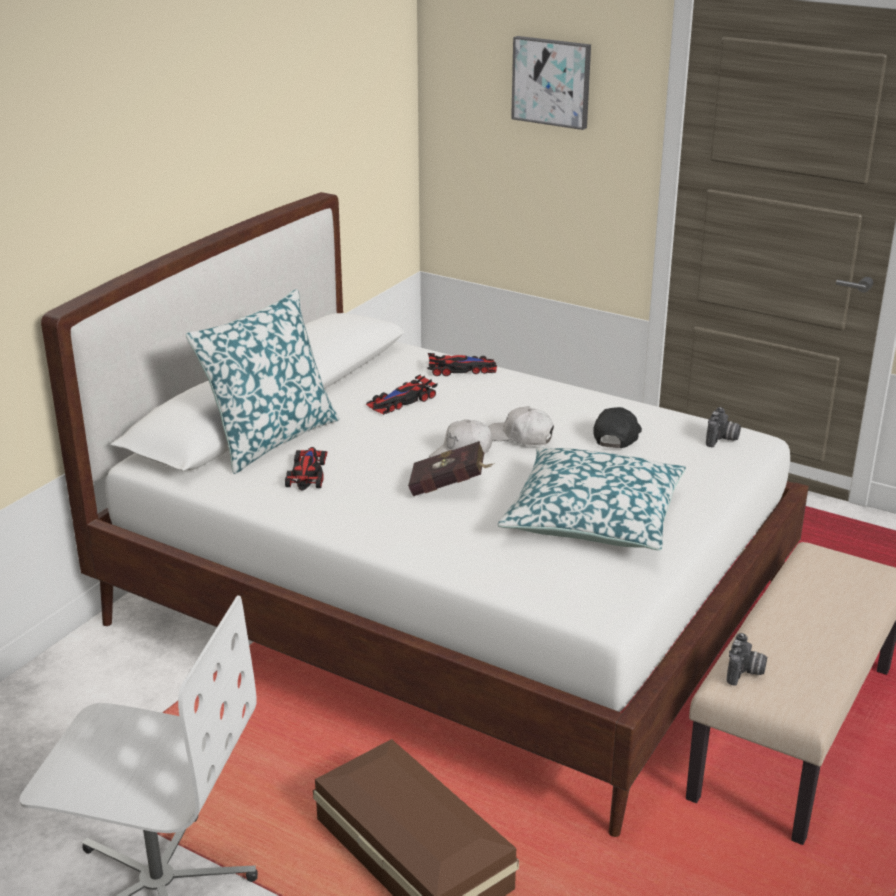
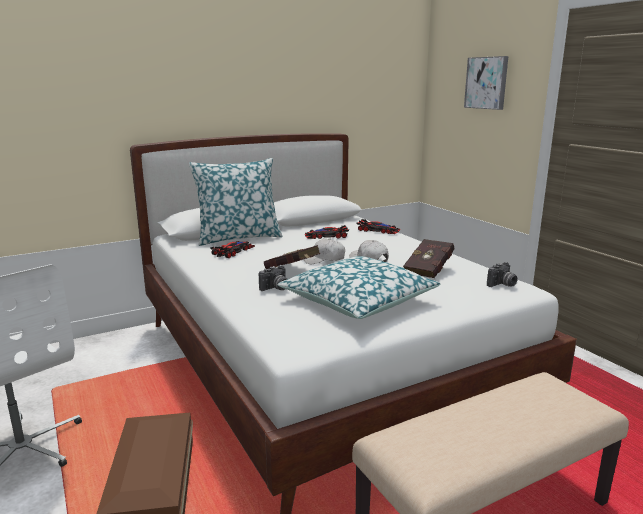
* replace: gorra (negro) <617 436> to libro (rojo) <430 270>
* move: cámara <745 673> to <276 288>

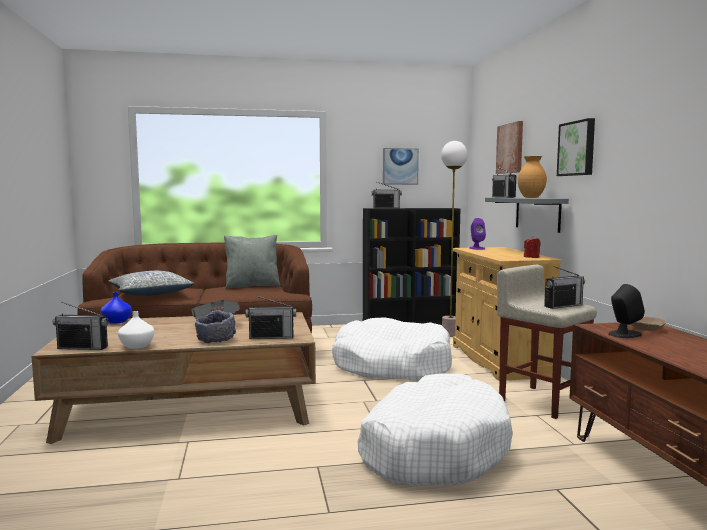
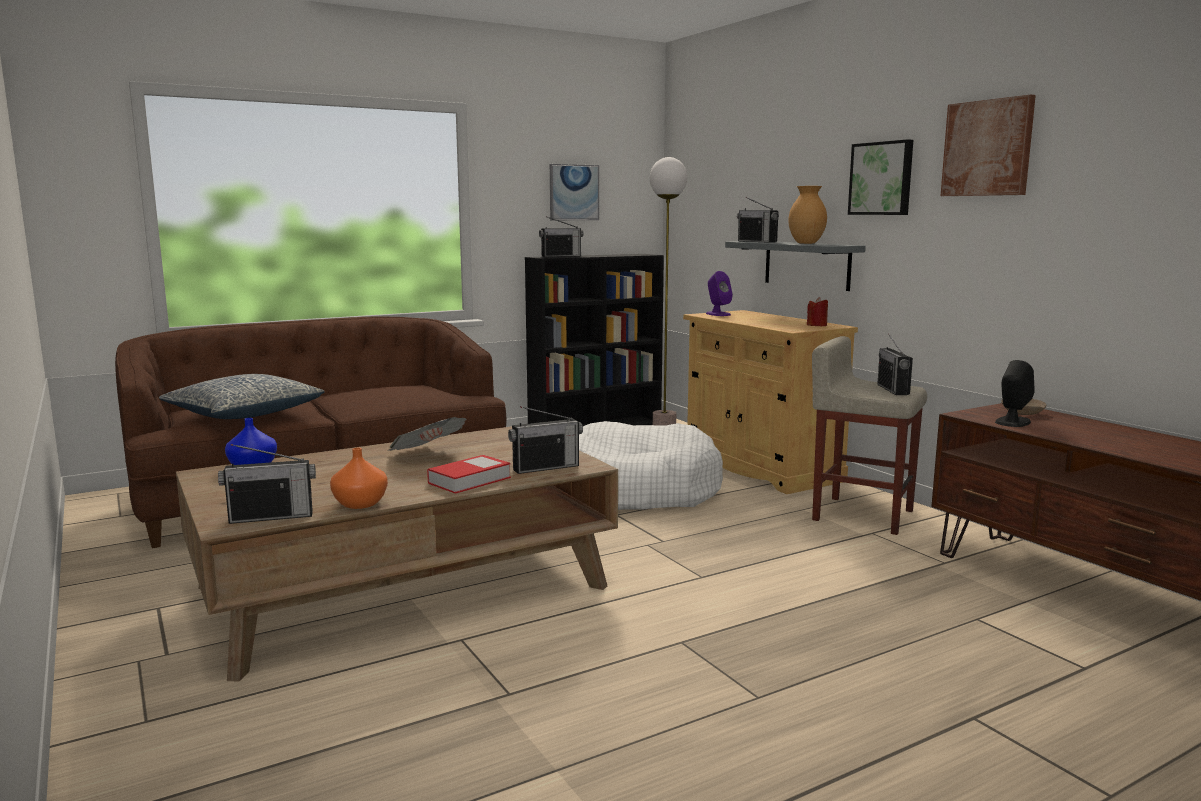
* recolor: florero (blanco) <137 346> to florero (naranja) <361 504>
* replace: cuenco (gris) <216 340> to libro <469 480>
* delete: cojín (gris) <252 286>
* delete: cama para perro (blanco) <433 449>
* move: cuadro <510 148> to <988 148>
* rotate: radio <563 306> = <893 389> 135 degrees clockwise

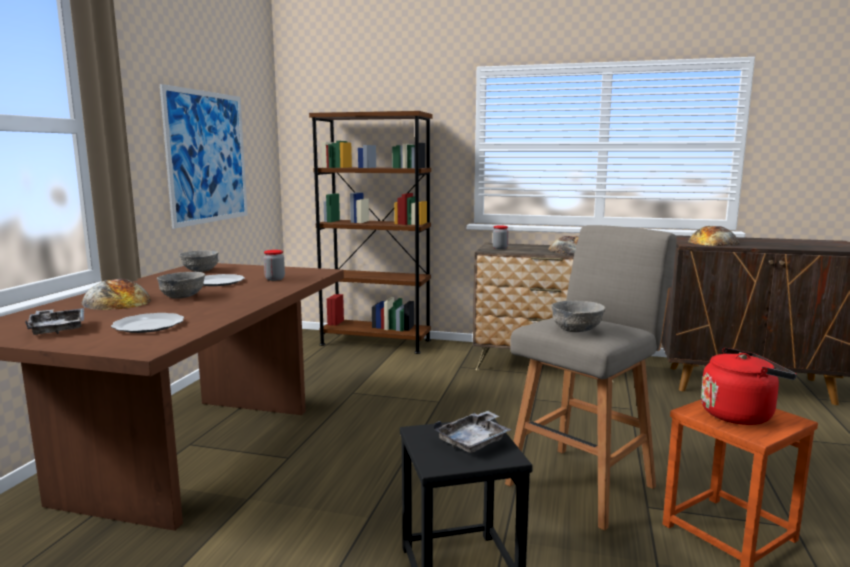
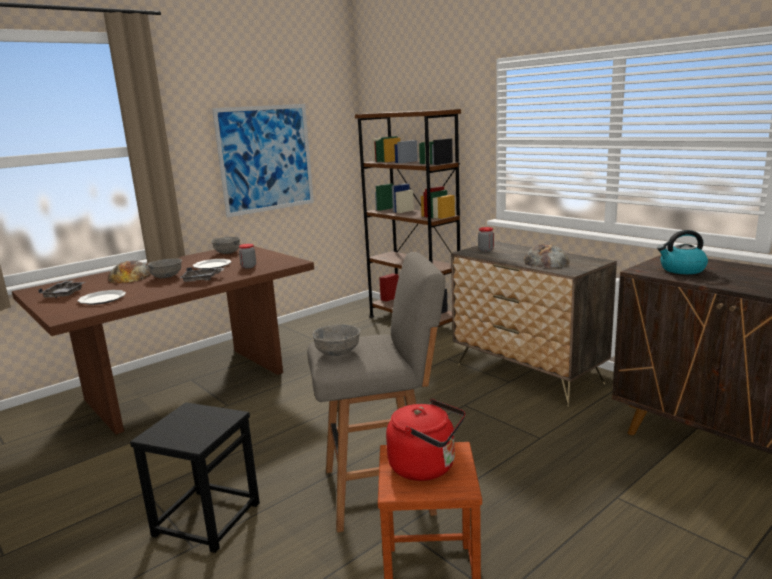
* move: bandeja (gris) <474 441> to <201 280>
* replace: pan <713 242> to hervidor <681 270>

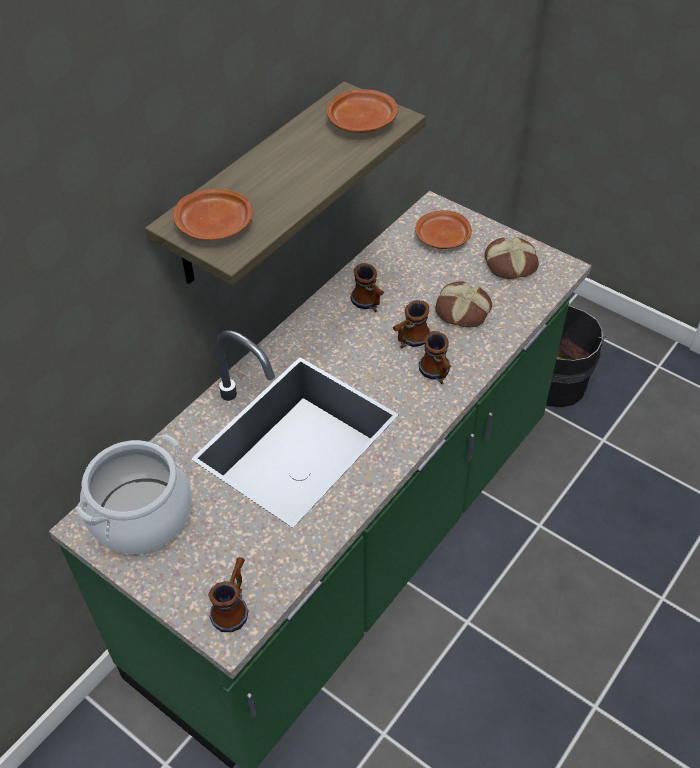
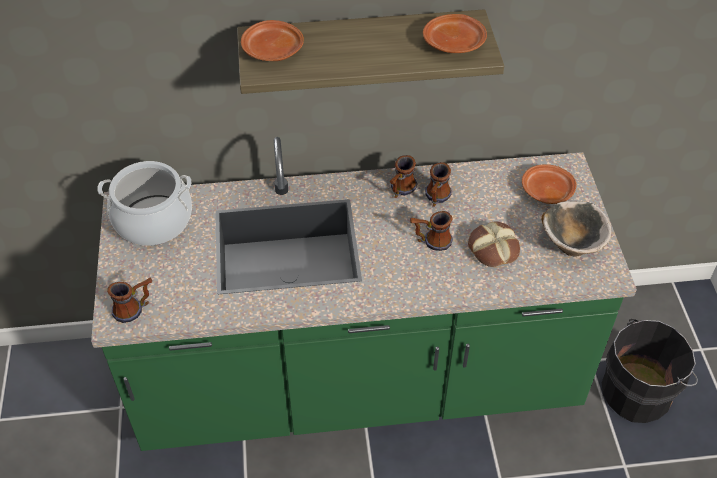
* move: taza grande <437 374> to <400 191>
* replace: pan <510 264> to cuenco <572 244>

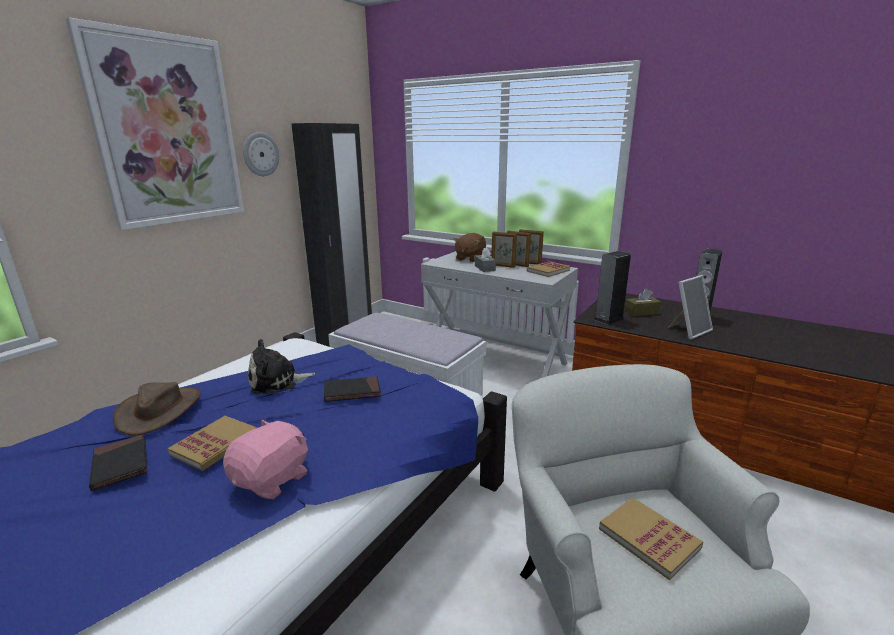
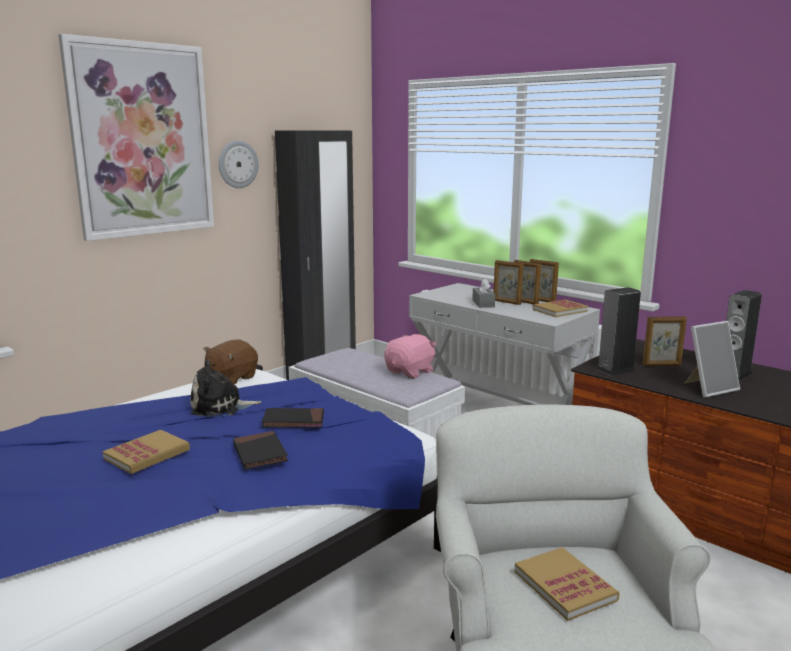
* move: libro (negro) <120 464> to <260 453>
* delete: sombrero (marrón) <159 410>
* move: peluche (rosa) <272 479> to <410 372>
* move: peluche (marrón) <470 258> to <231 378>
* replace: caja de pañuelos (marrón) <641 312> to portarretratos <662 365>

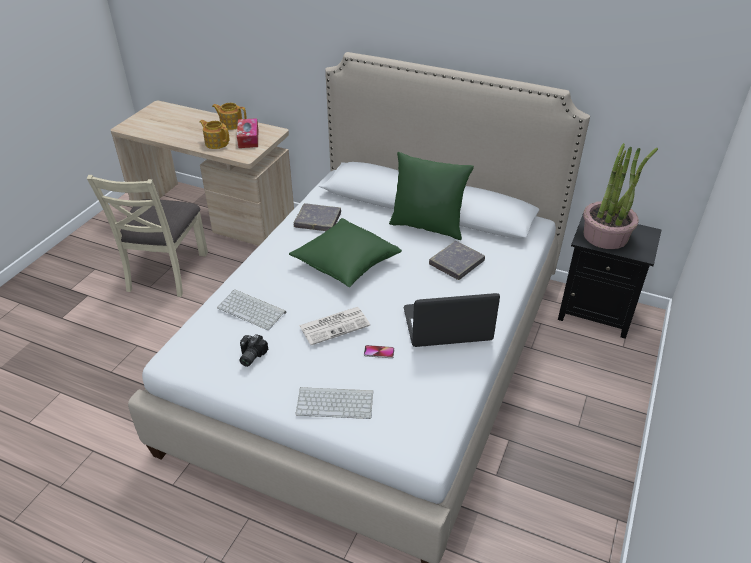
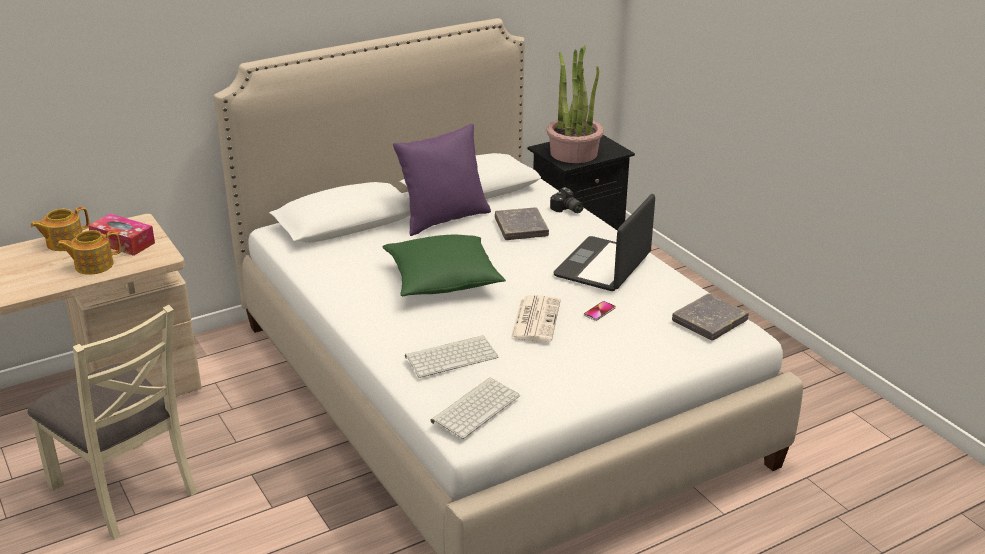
* move: cámara <250 356> to <567 210>
* move: libro (gris) <318 220> to <709 321>
* move: teclado <336 402> to <475 407>
* recolor: cojín (verde) <427 226> to cojín (morado) <443 219>

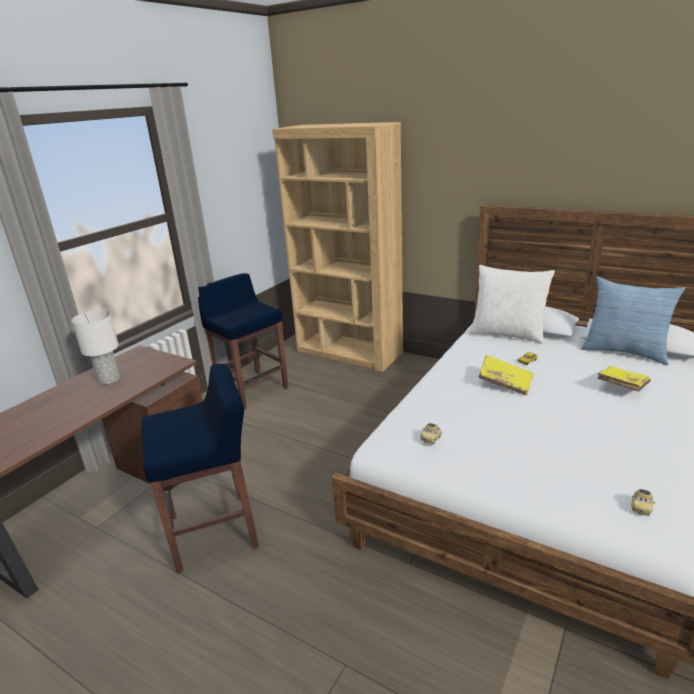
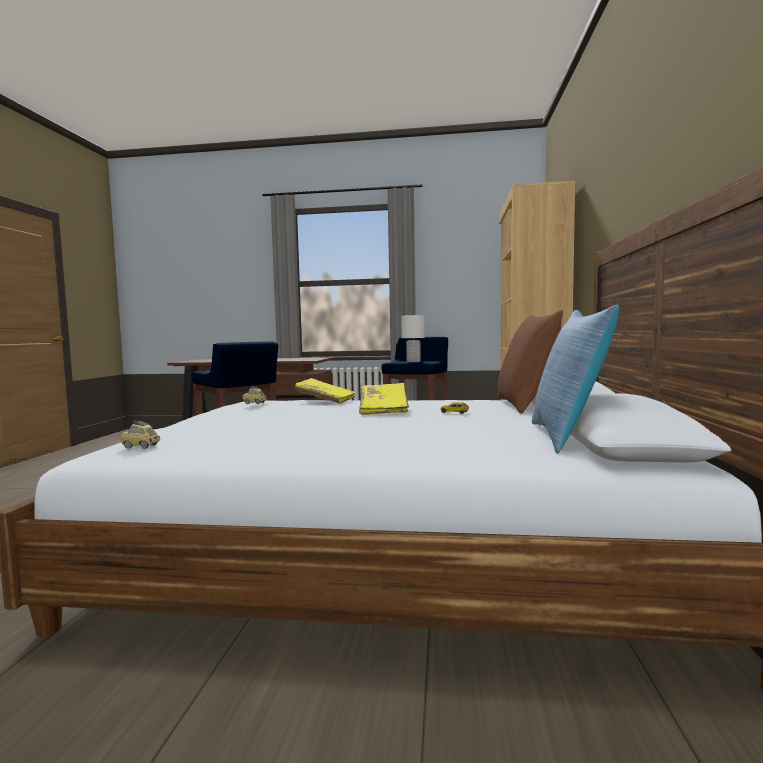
* move: lámpara de mesa (blanco) <109 380> to <413 362>
* recolor: cojín (blanco) <507 334> to cojín (marrón) <526 405>
* move: libro (amarillo) <621 386> to <325 400>

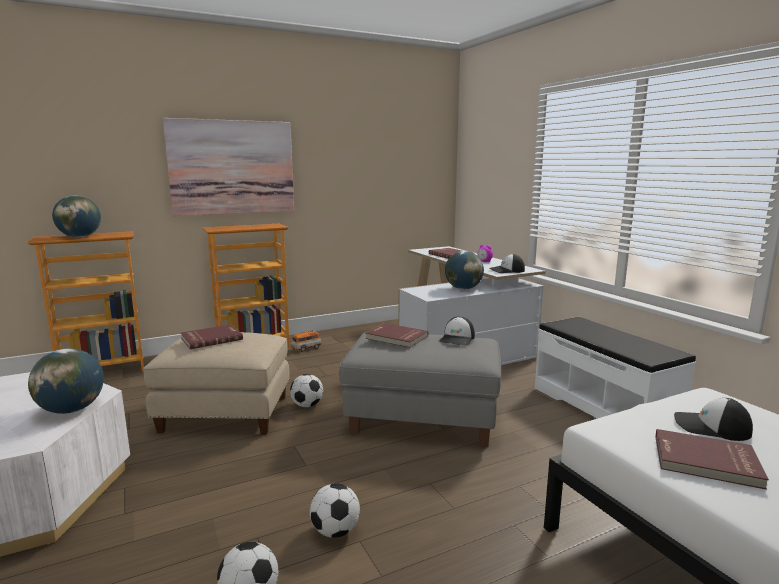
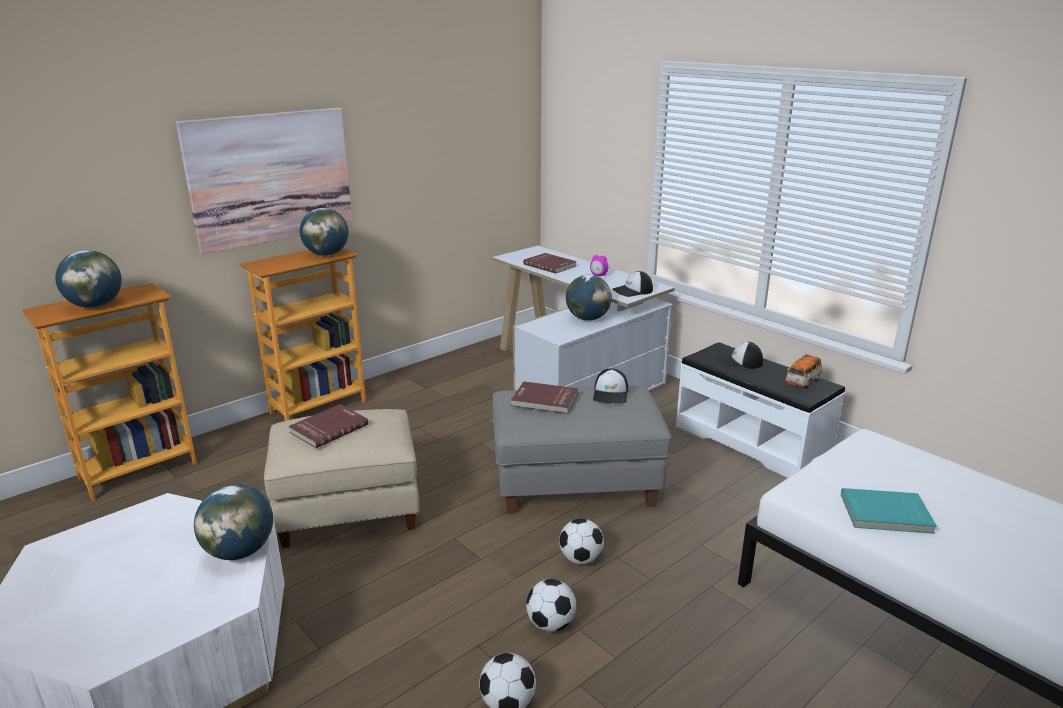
* move: balón de fútbol <307 405> to <581 559>
* move: coche de juguete <306 348> to <802 382>
* recolor: libro (rojo) <706 462> to libro (turquesa) <886 514>
* move: gorra <711 427> to <739 362>
* insert: globo terráqueo <326 254>

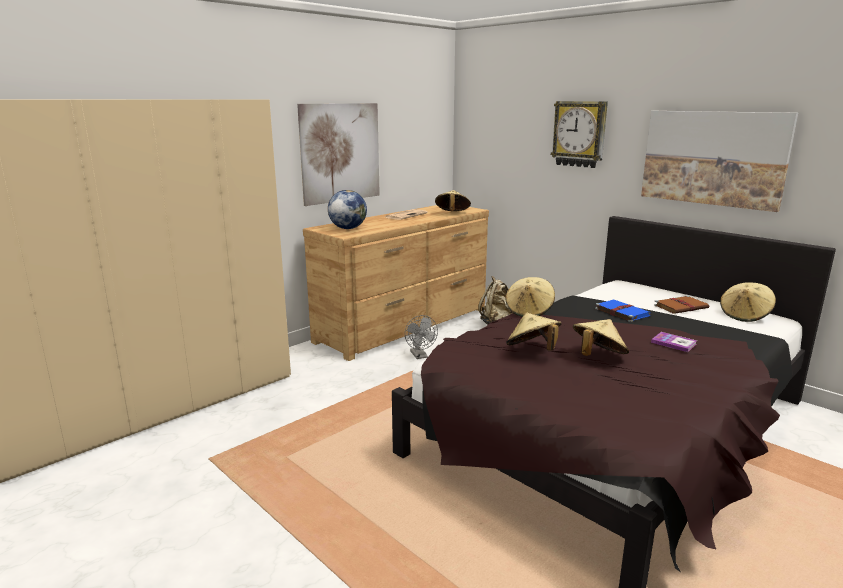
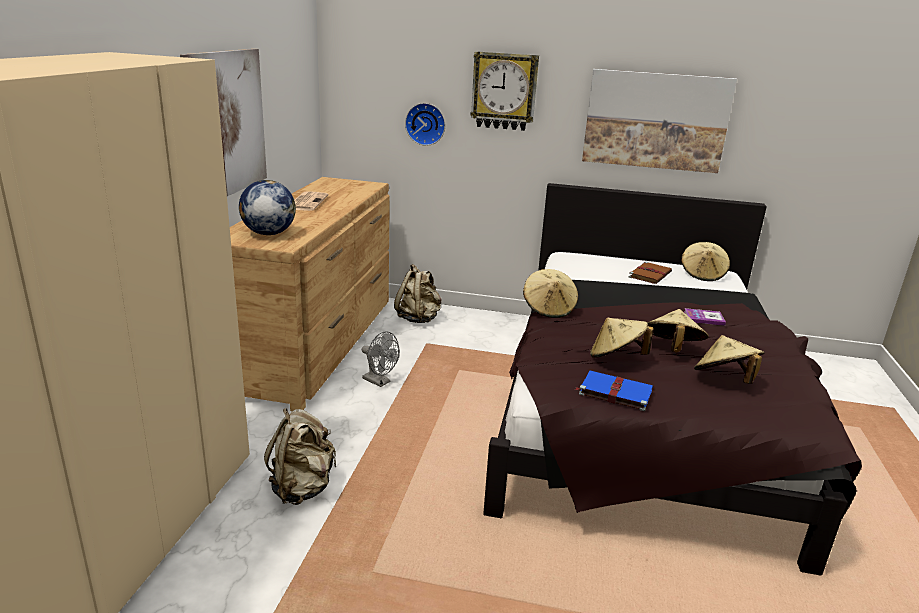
* move: sombrero (beis) <452 213> to <724 379>
* move: libro (azul) <621 312> to <614 392>
* insert: mochila (beis) <302 488>
* insert: reloj de pared <426 123>

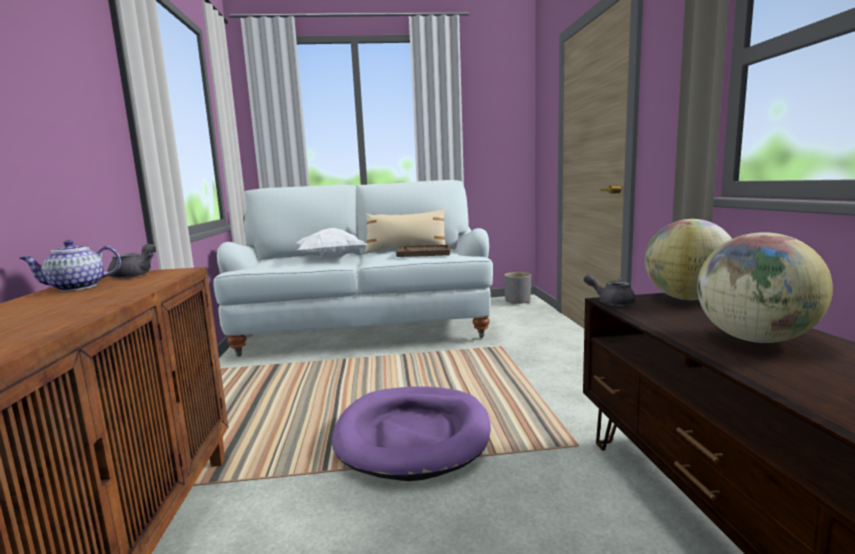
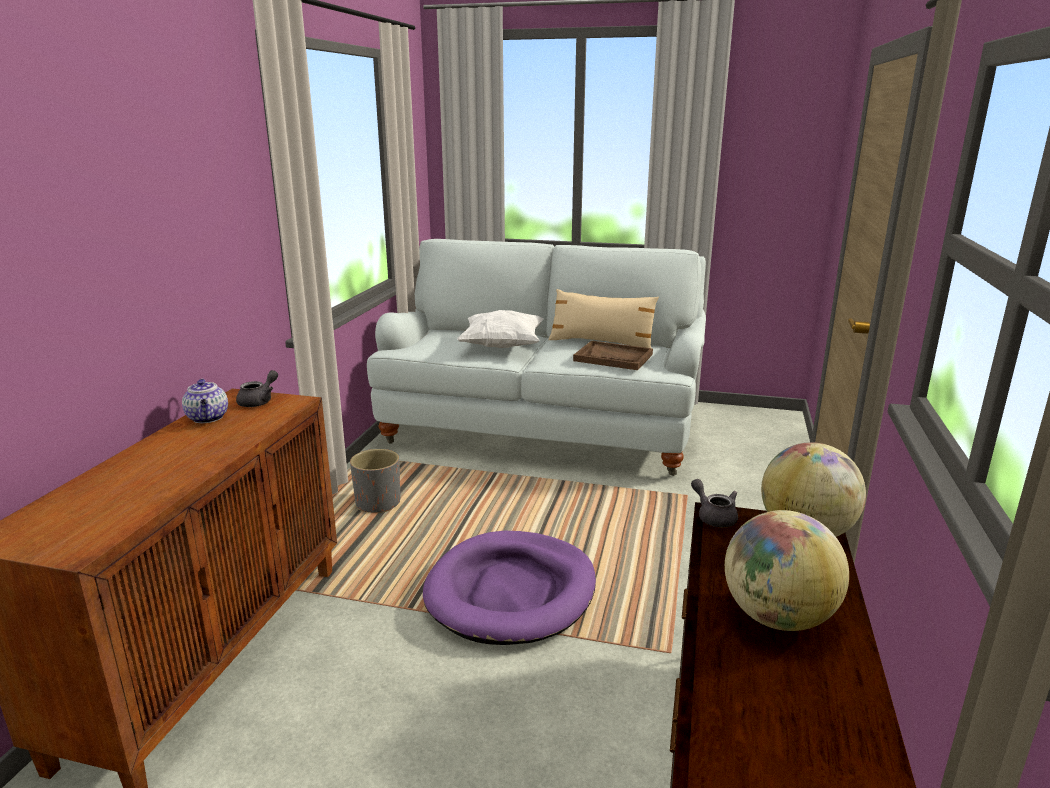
* rotate: tetera <76 287> = <208 418> 105 degrees counterclockwise
* move: maceta (gris) <517 301> to <378 503>

